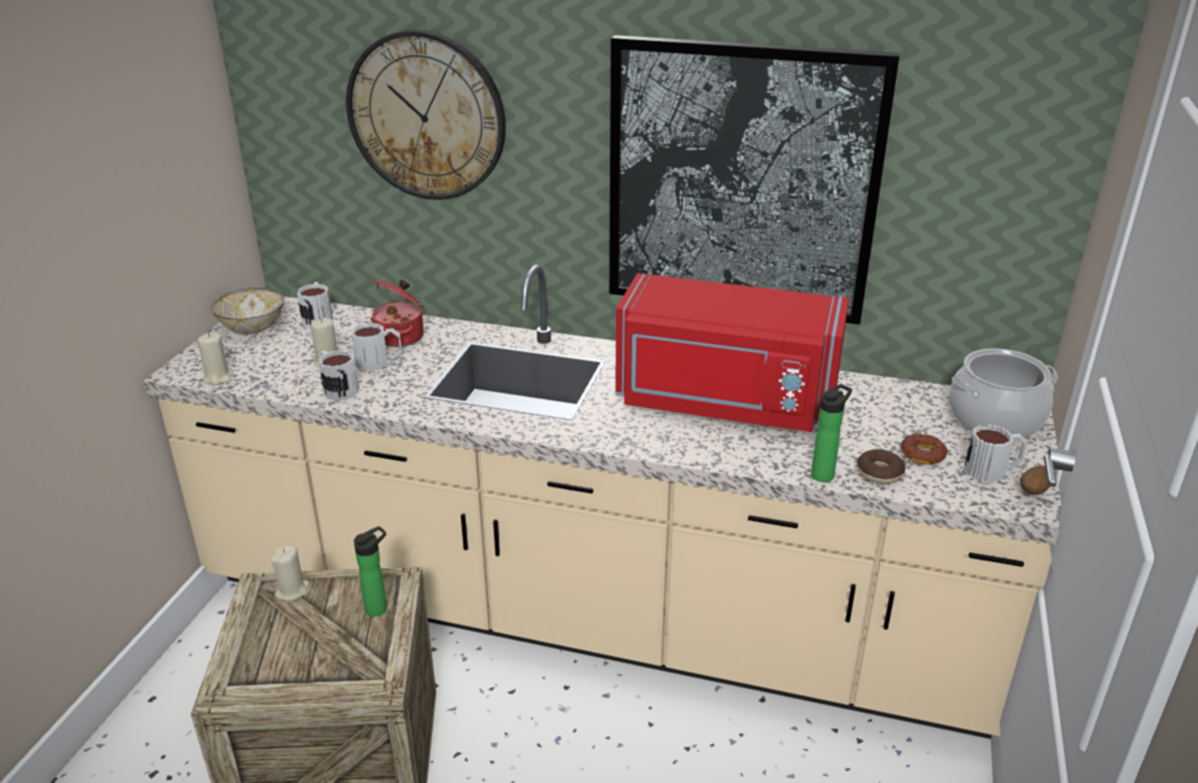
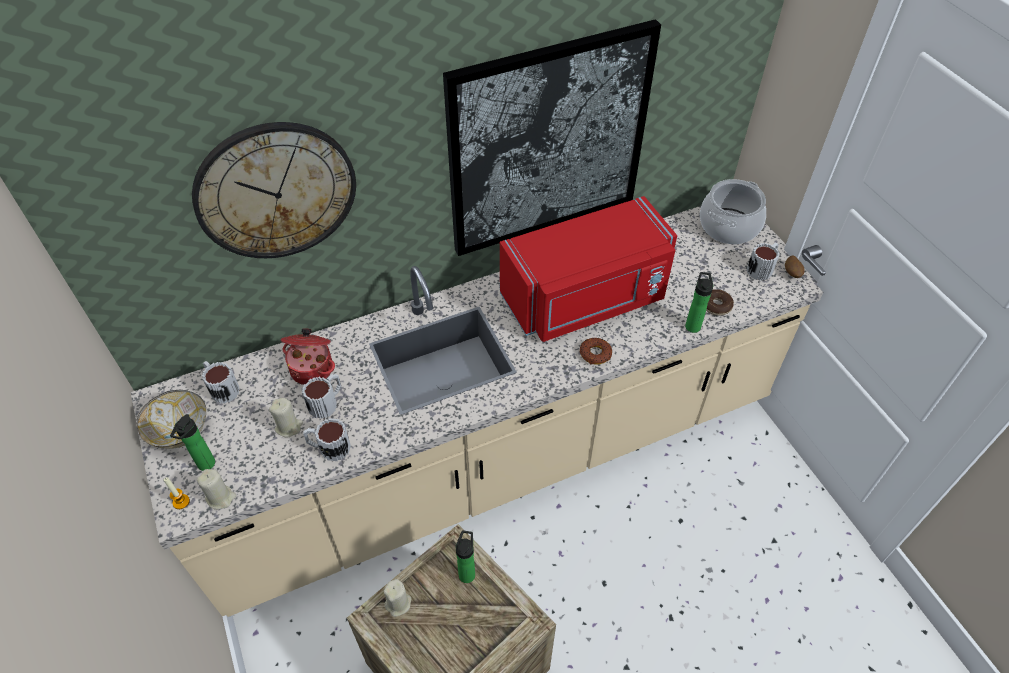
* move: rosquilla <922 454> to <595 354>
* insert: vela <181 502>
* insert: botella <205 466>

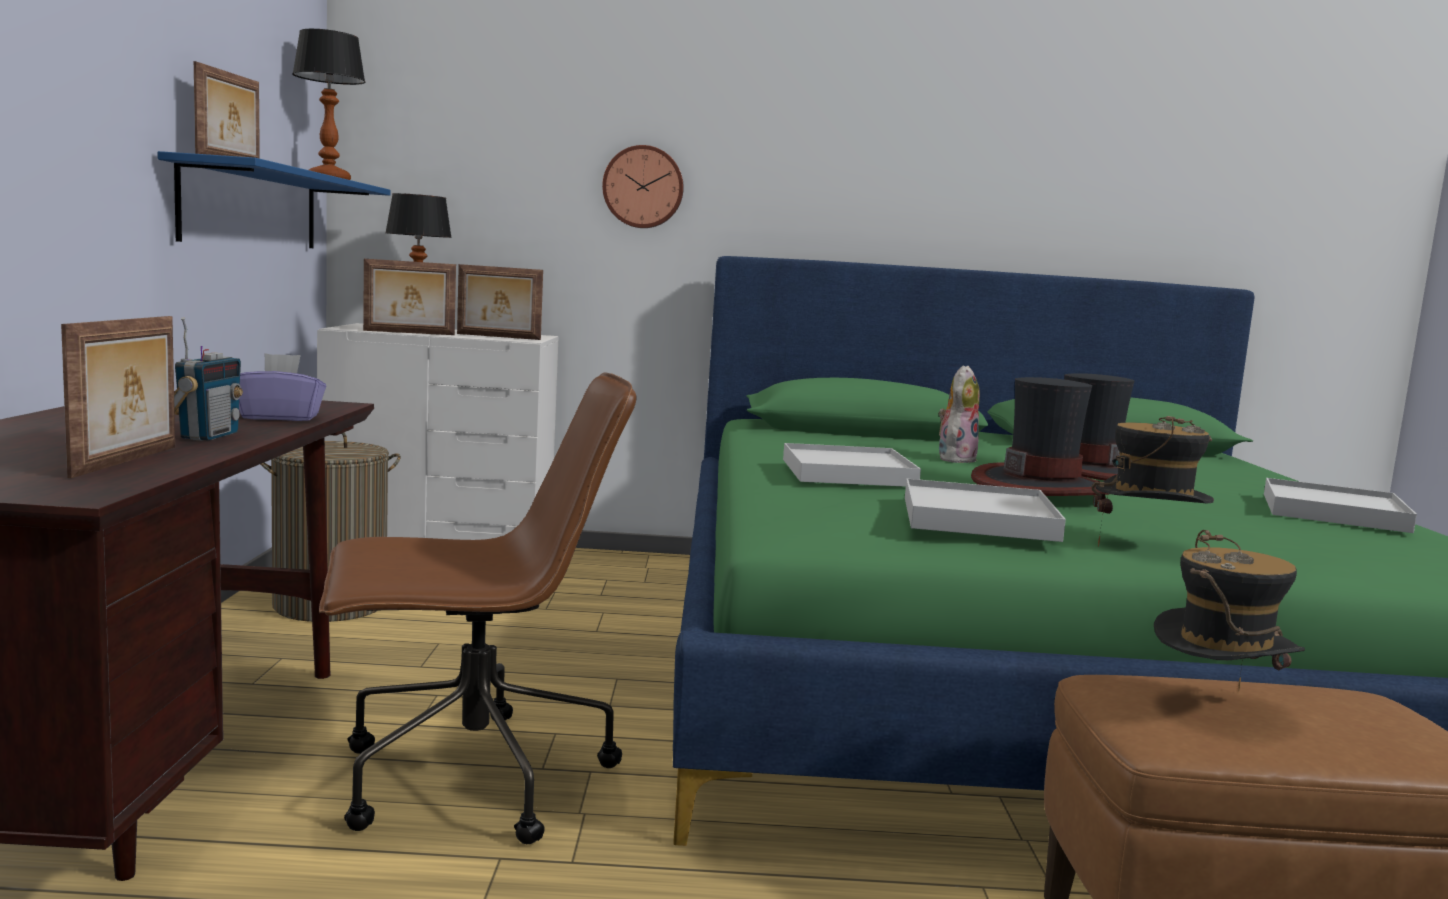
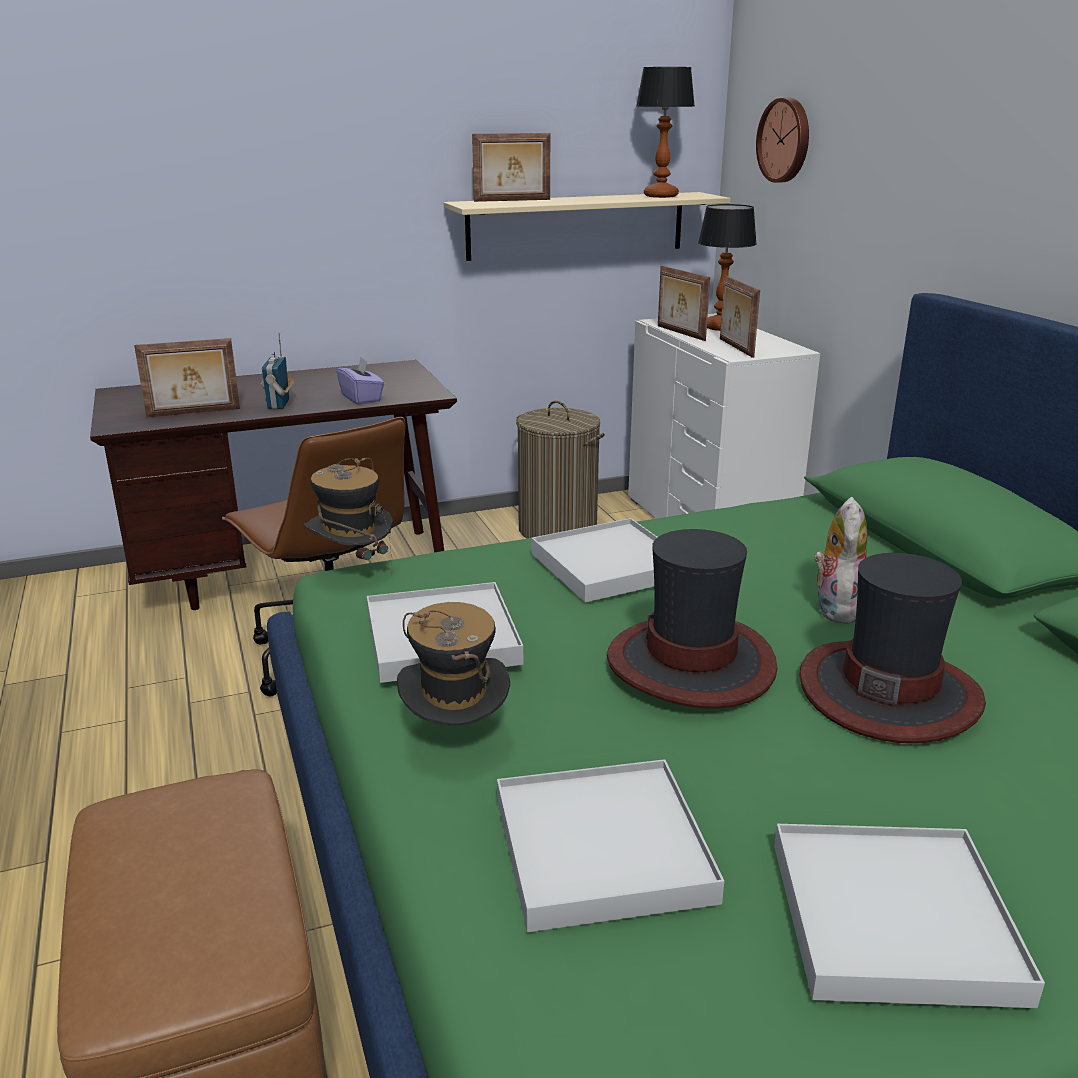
* recolor: estante (azul) <252 208> to estante (beis) <576 225>
* rotate: radio <208 436> = <279 404> 105 degrees clockwise
* move: reloj de pared <643 187> to <785 140>
* rotate: peluche <955 459> = <834 608> 90 degrees counterclockwise
* move: sombrero <1216 708> to <352 568>
* insert: bandeja (blanco) <601 849>

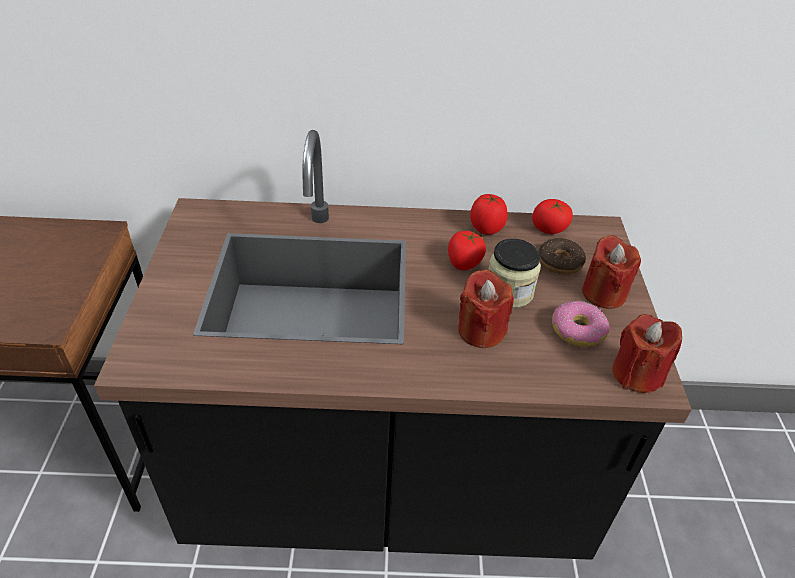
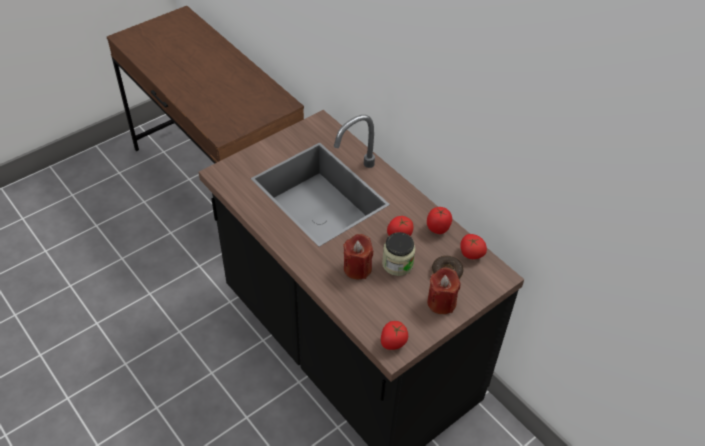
* delete: rosquilla <577 331>
* replace: vela (rojo) <636 374> to tomate <393 342>

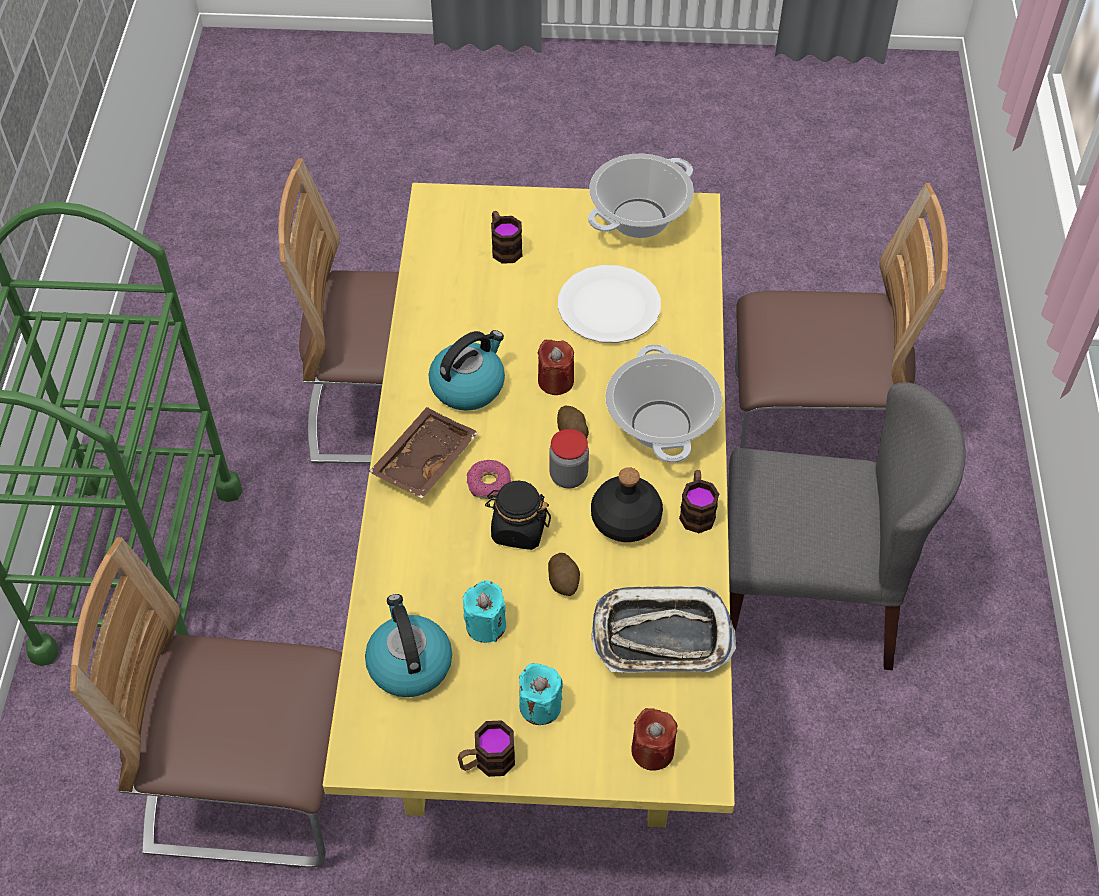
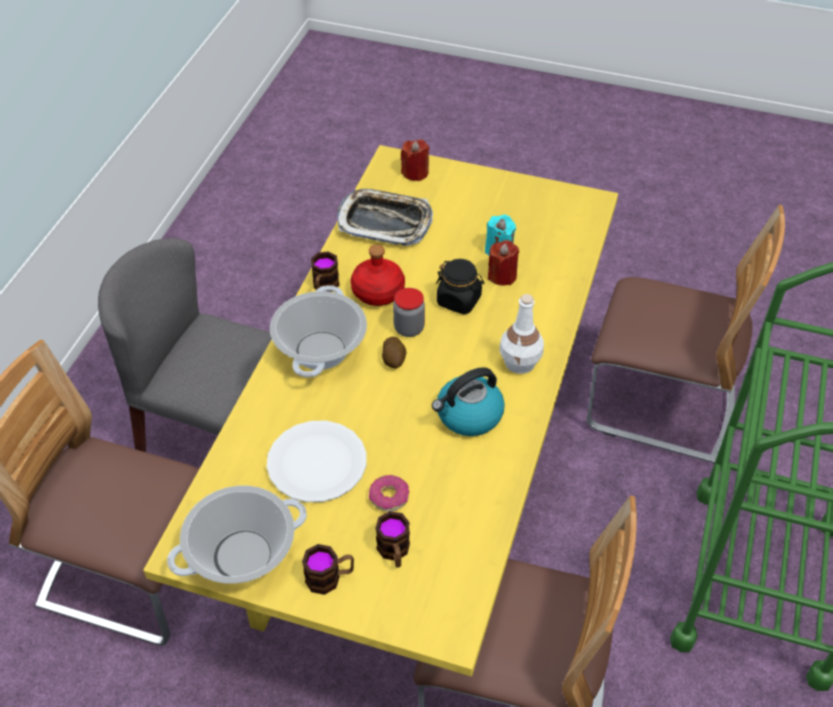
* delete: hervidor <409 663>
* replace: bandeja (marrón) <423 460> to botella (blanco) <520 362>
* move: taza grande <487 762> to <330 578>
* move: rosquilla <489 484> to <389 497>
* delete: vela (turquesa) <540 706>
* move: vela (rojo) <555 381> to <502 276>
* delete: patata <564 582>
* recolor: botella (negro) <625 519> to botella (rojo) <378 292>

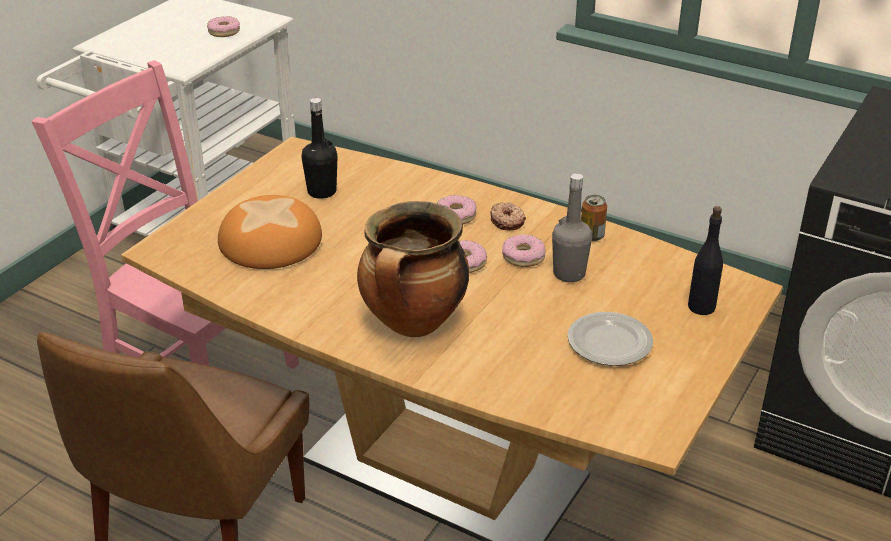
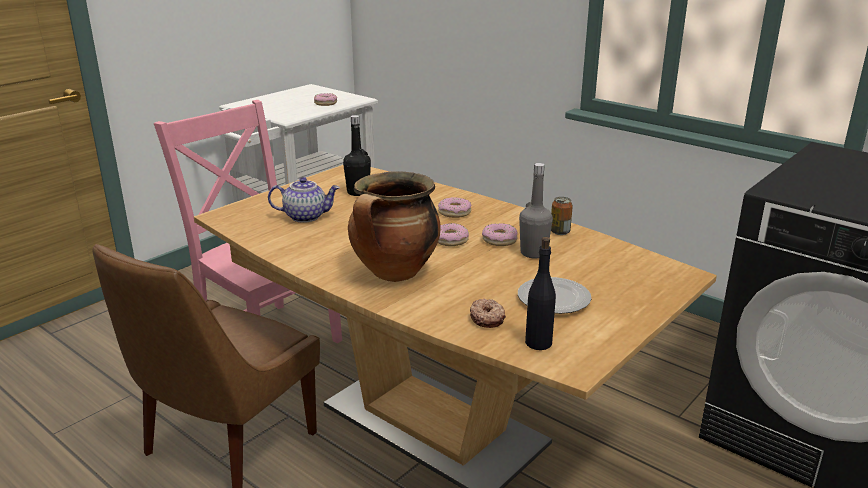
* replace: pan <270 240> to tetera <306 216>
* move: rosquilla <507 221> to <487 318>
* move: botella (negro) <701 307> to <539 343>

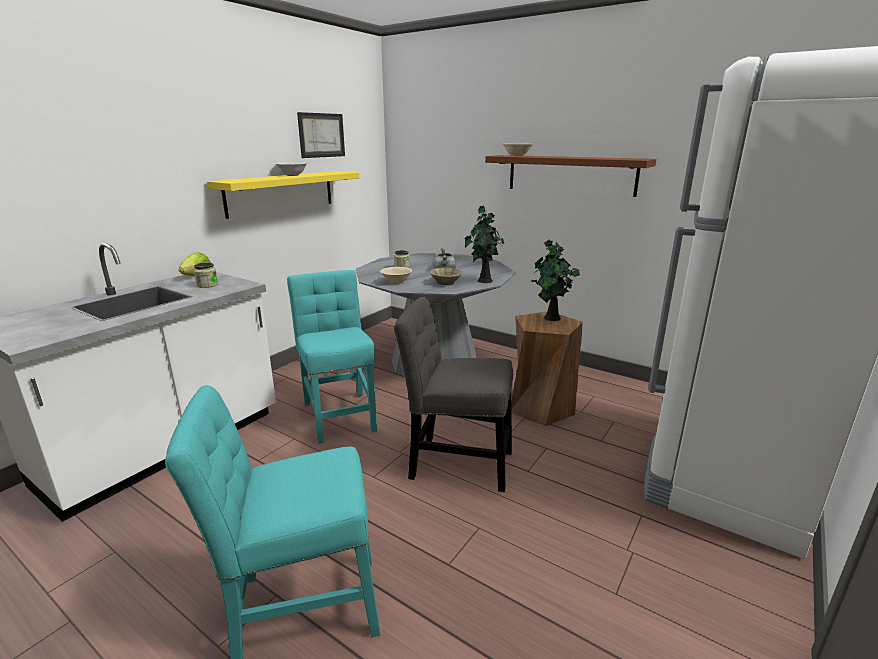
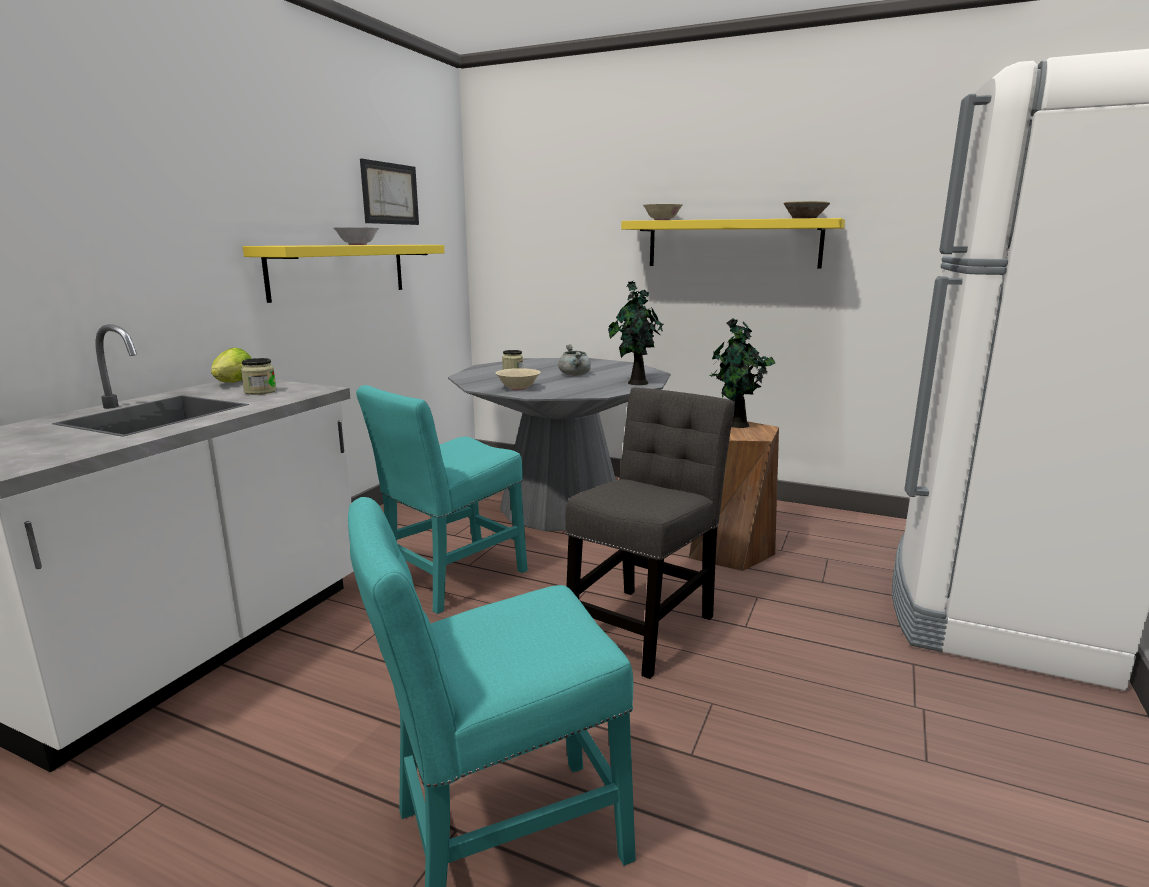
* rotate: silla (turquesa) <339 414> = <451 580> 105 degrees counterclockwise
* rotate: silla (gris) <455 463> = <644 626> 120 degrees clockwise
* move: cuenco (beis) <446 282> to <805 218>
* recolor: estante (marrón) <570 174> to estante (amarillo) <733 244>

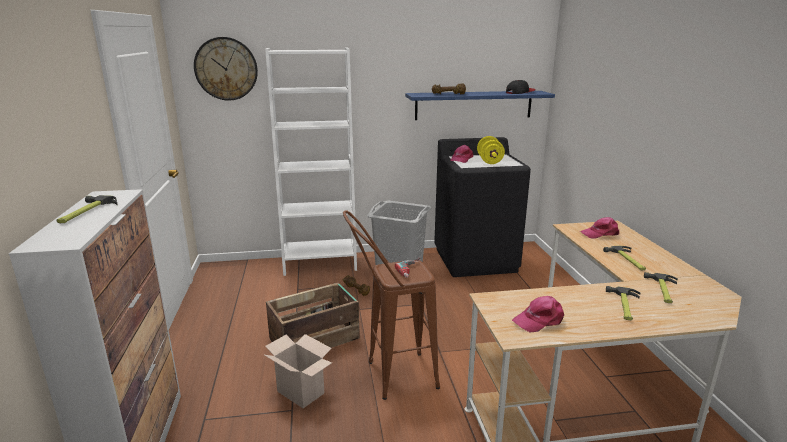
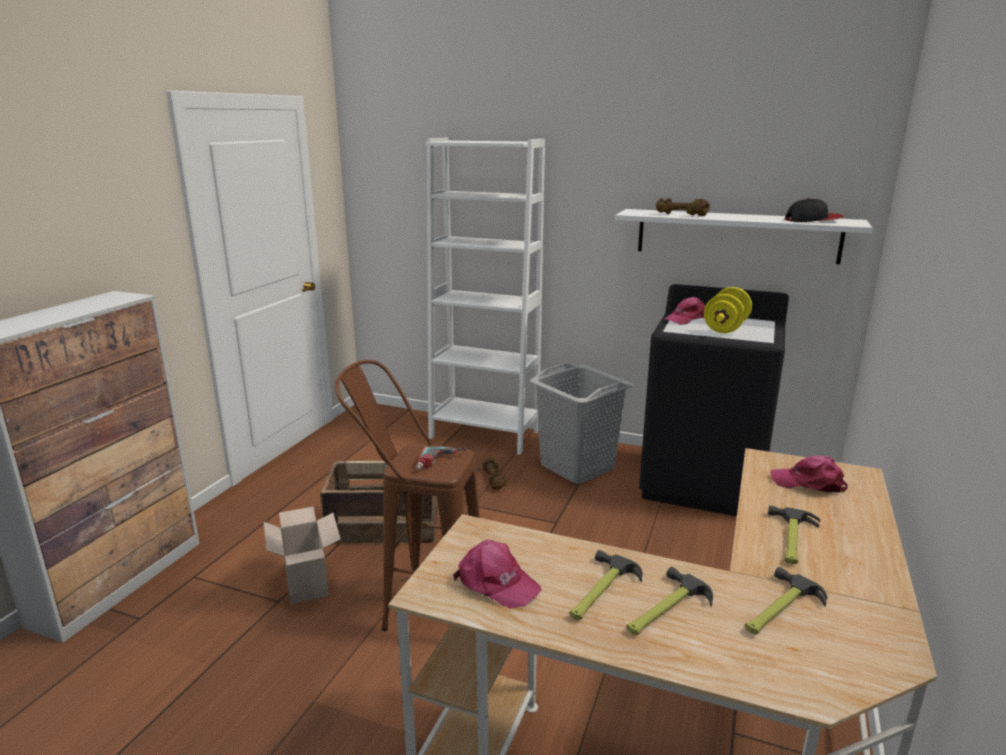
* move: martillo <85 212> to <599 592>
* delete: reloj de pared <226 69>
* recolor: estante (azul) <473 105> to estante (blanco) <736 235>
* rotate: gorra (rosa) <539 320> = <496 583> 150 degrees counterclockwise

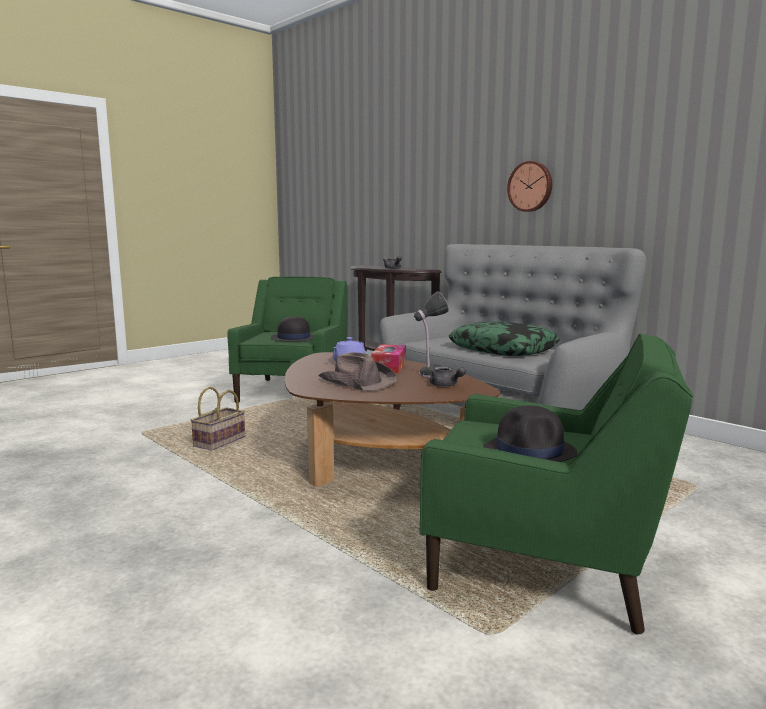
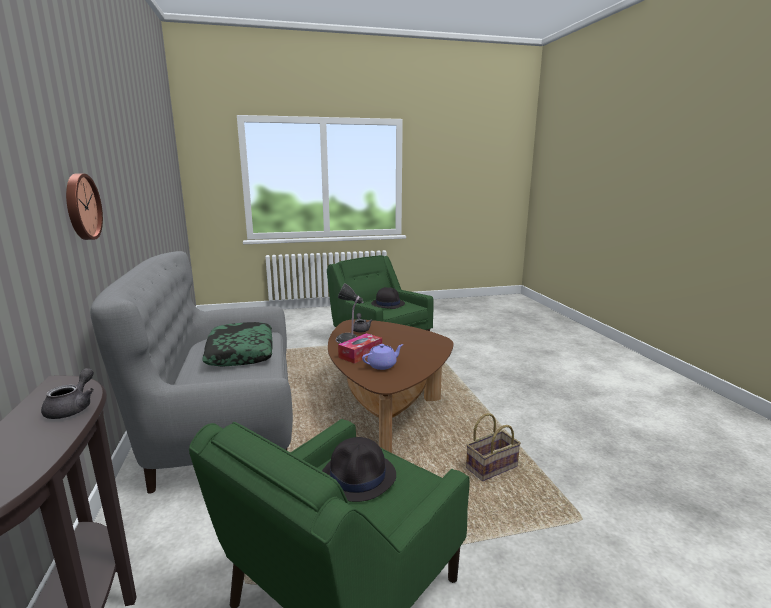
* delete: sombrero (marrón) <357 382>

